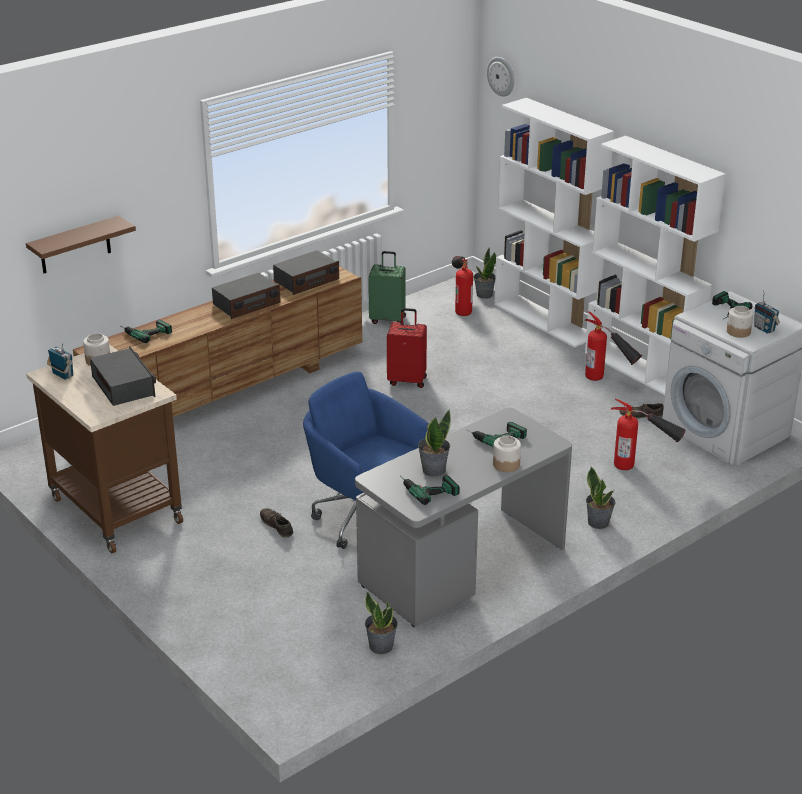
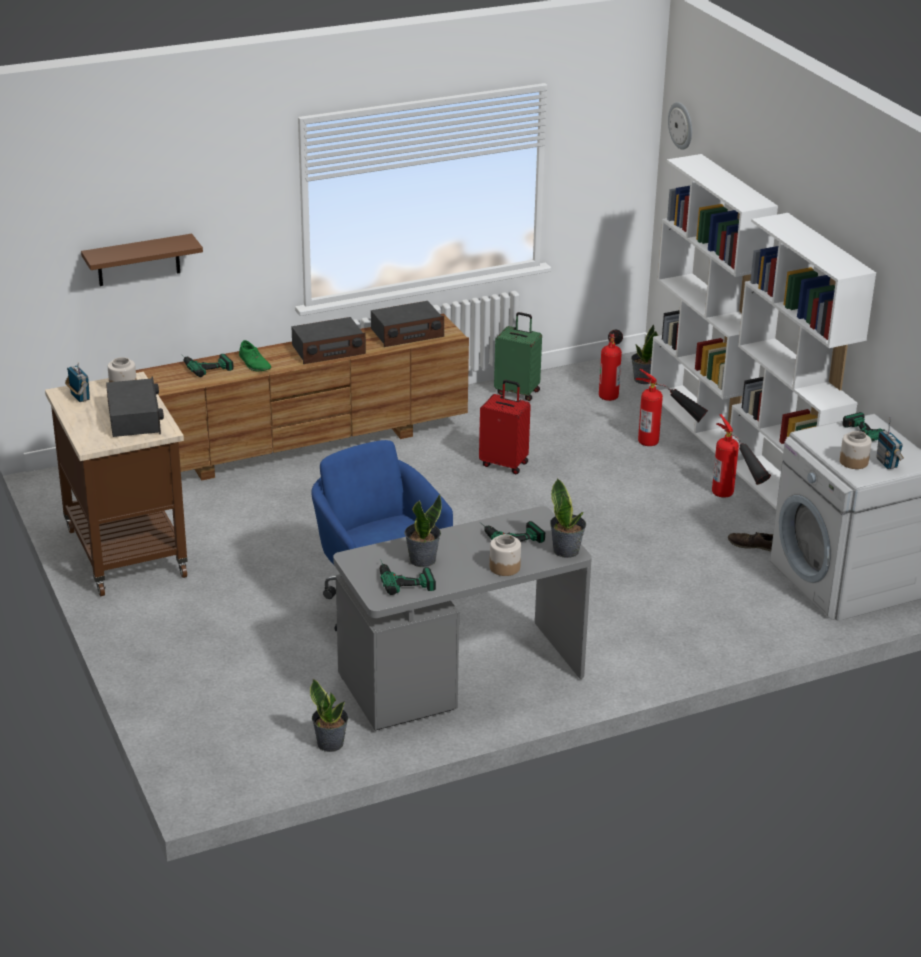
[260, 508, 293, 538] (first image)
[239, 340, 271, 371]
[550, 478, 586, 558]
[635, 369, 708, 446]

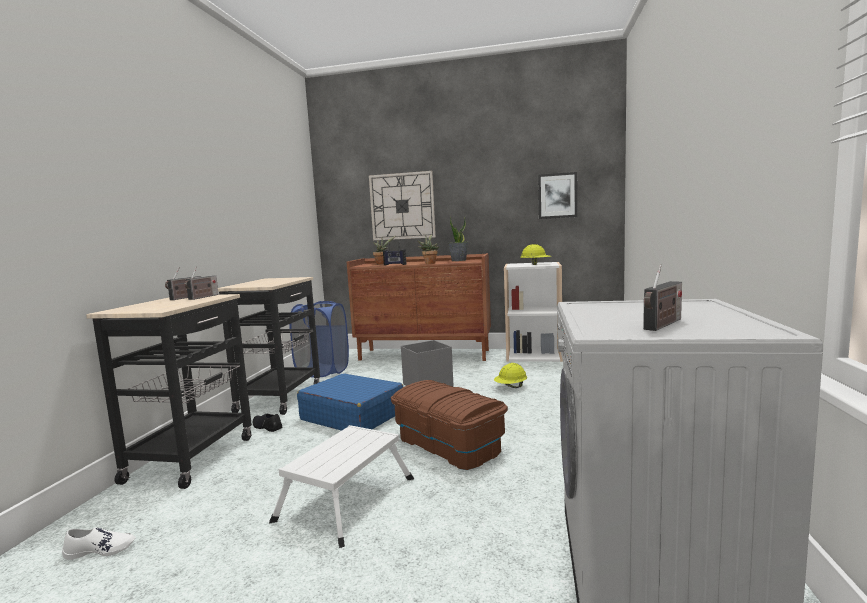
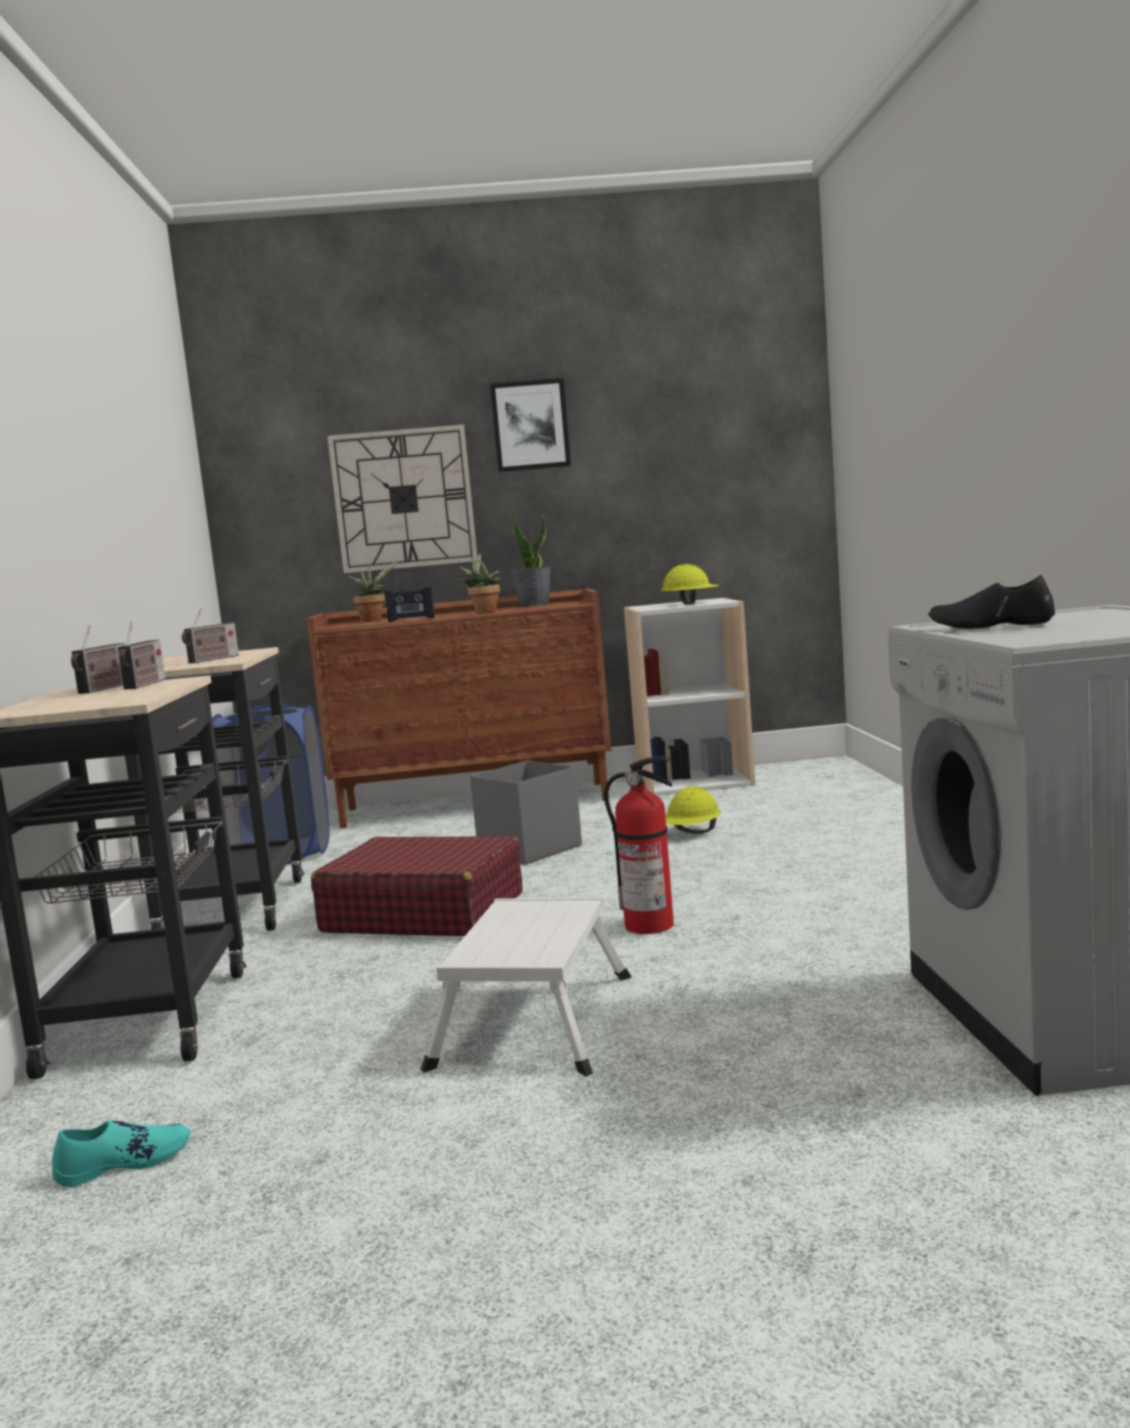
[928, 575, 1055, 629]
[490, 378, 571, 472]
[182, 608, 239, 663]
[604, 756, 674, 934]
[52, 1121, 190, 1187]
[311, 836, 522, 936]

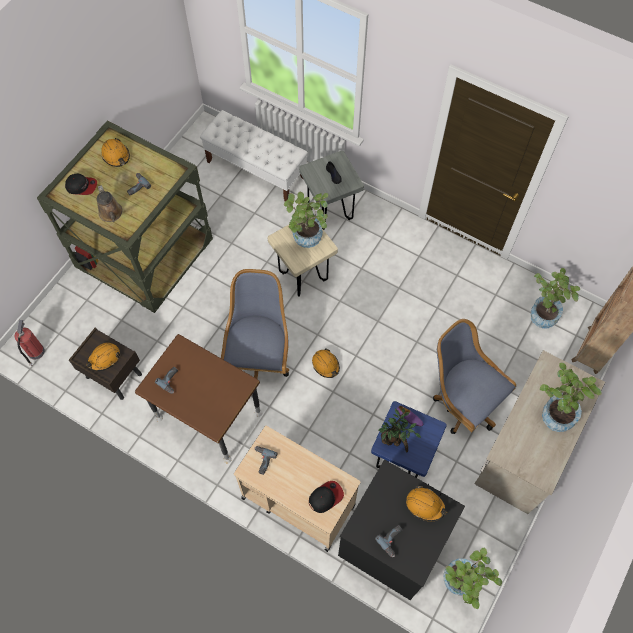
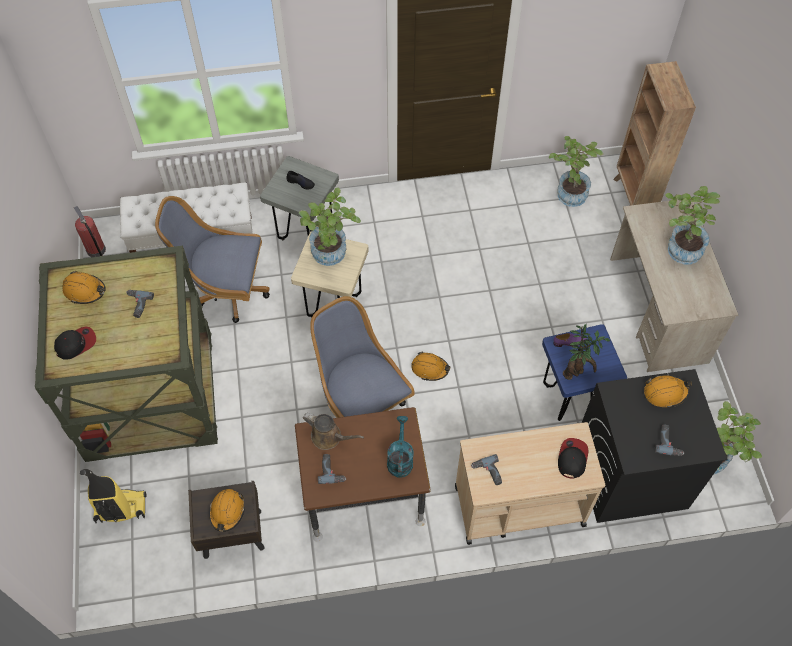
[80, 469, 146, 523]
[387, 416, 414, 478]
[74, 206, 106, 257]
[303, 413, 364, 450]
[155, 196, 270, 323]

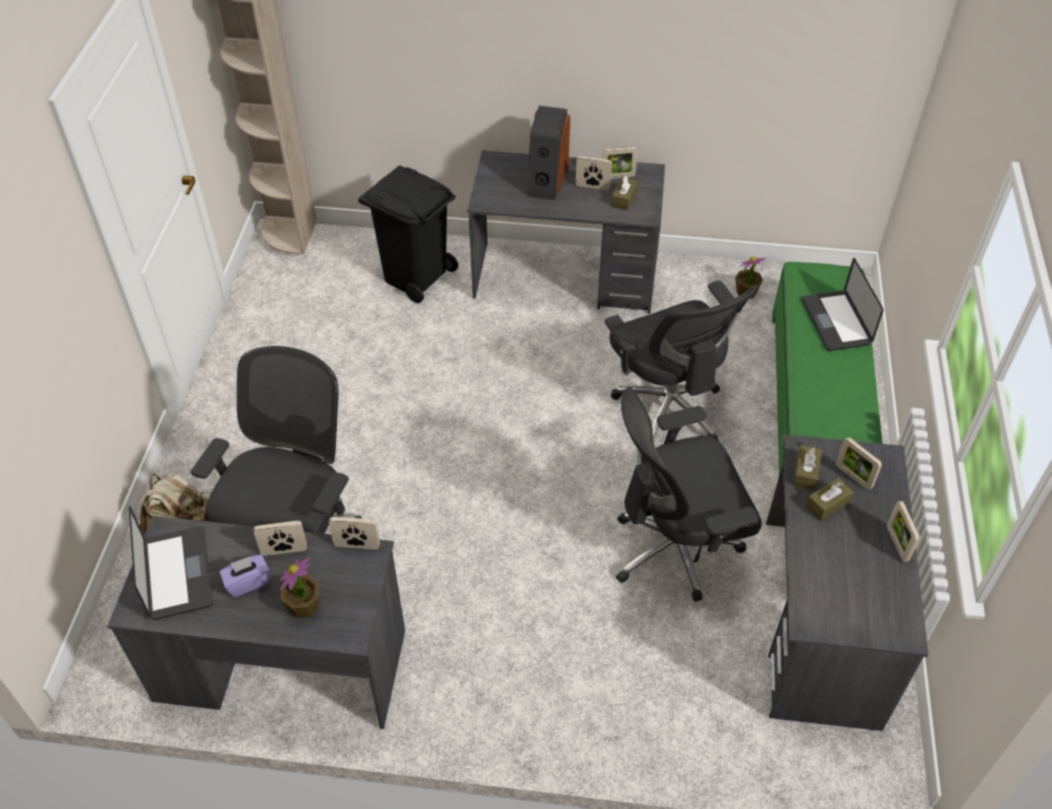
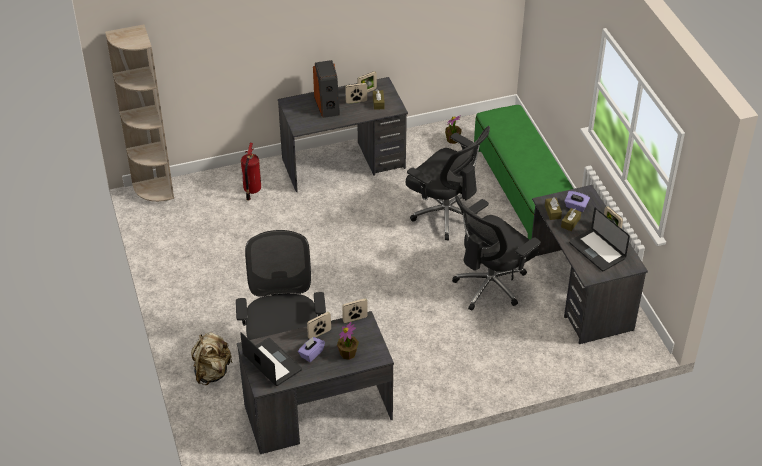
[569, 208, 630, 271]
[241, 143, 261, 201]
[565, 191, 590, 212]

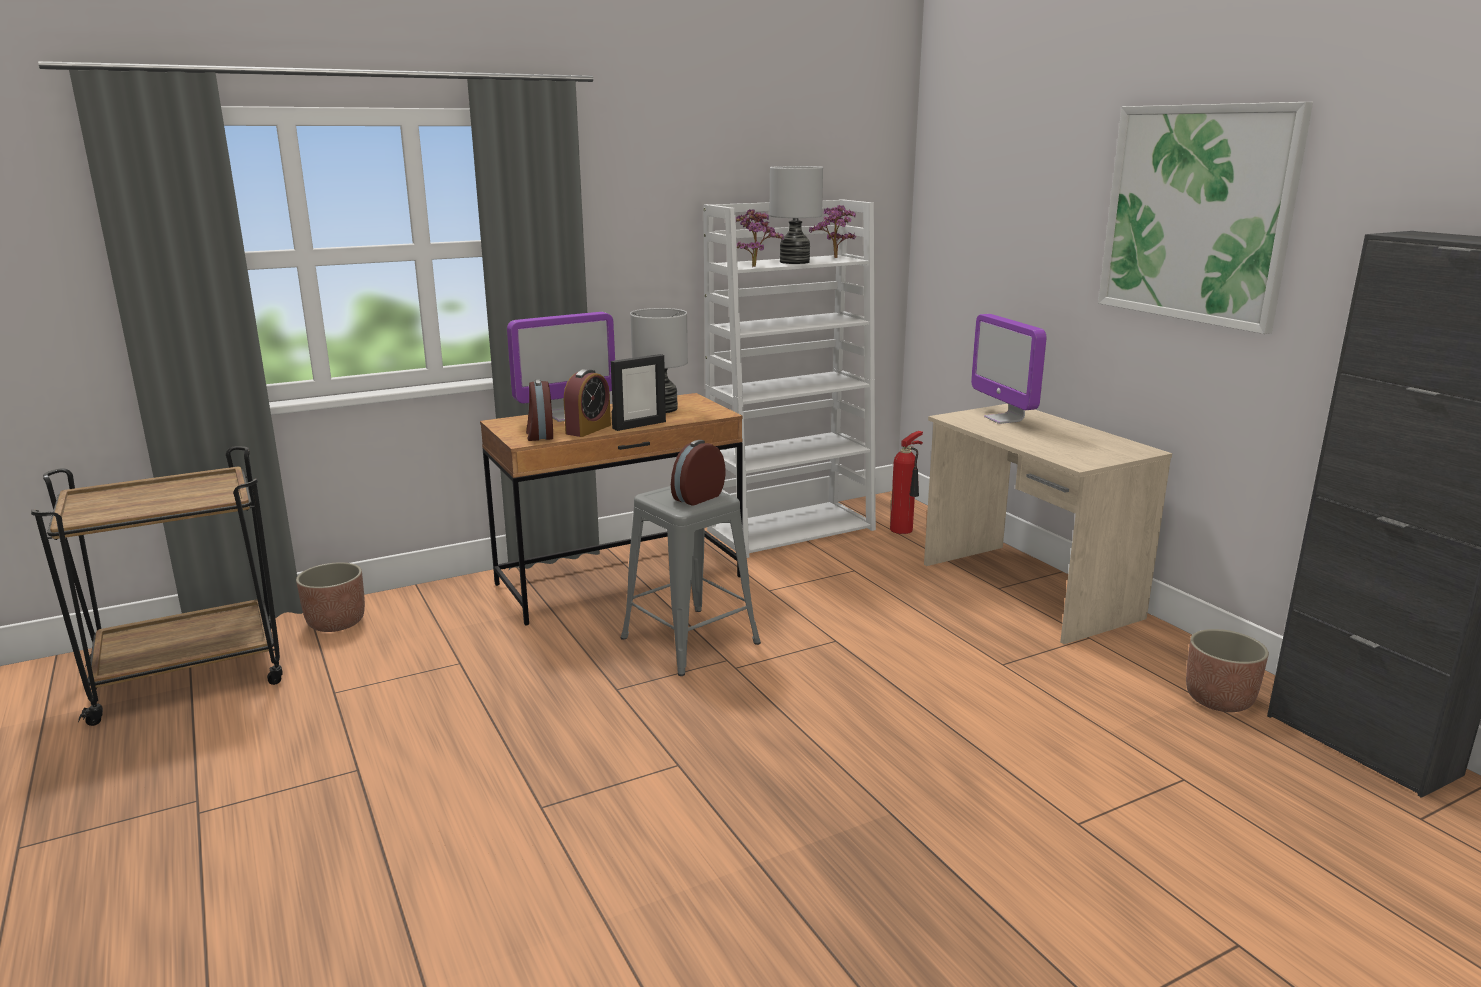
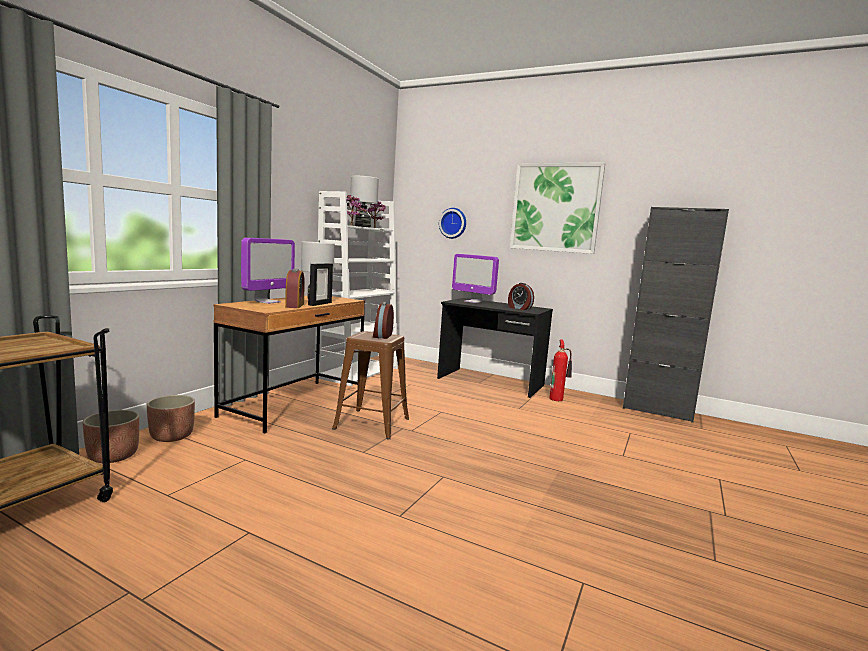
[439, 208, 466, 239]
[508, 283, 534, 310]
[549, 339, 572, 401]
[146, 395, 195, 442]
[332, 331, 409, 440]
[437, 298, 553, 398]

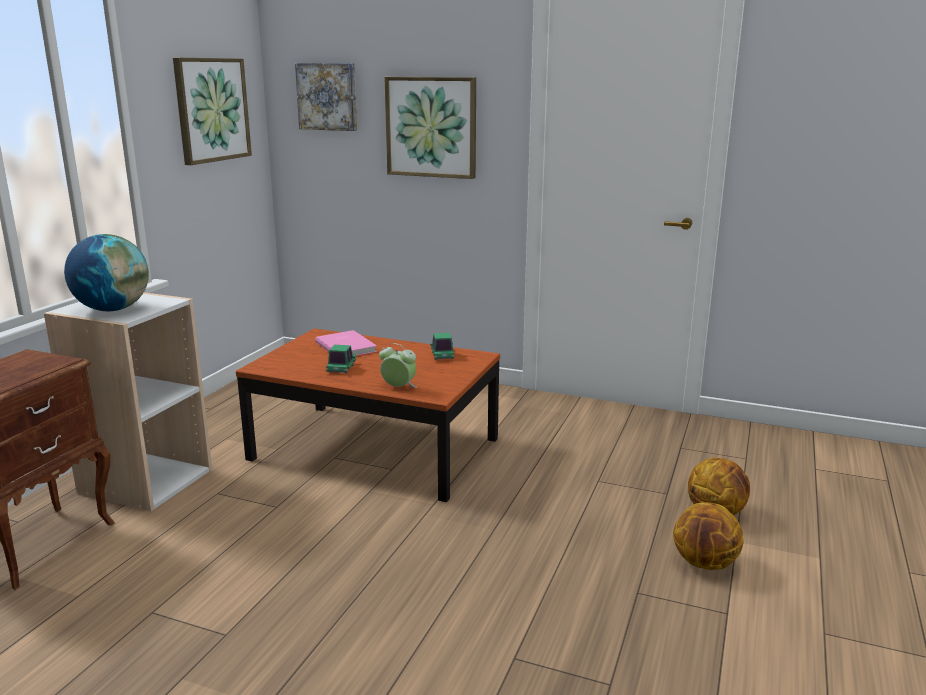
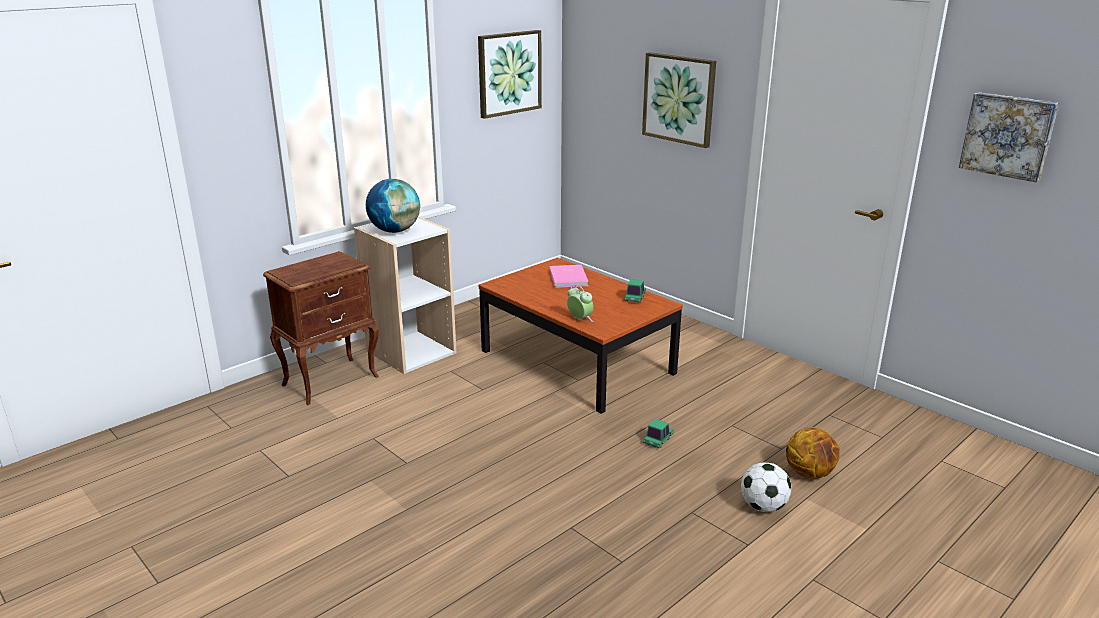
[959, 92, 1059, 182]
[643, 419, 674, 448]
[741, 462, 791, 512]

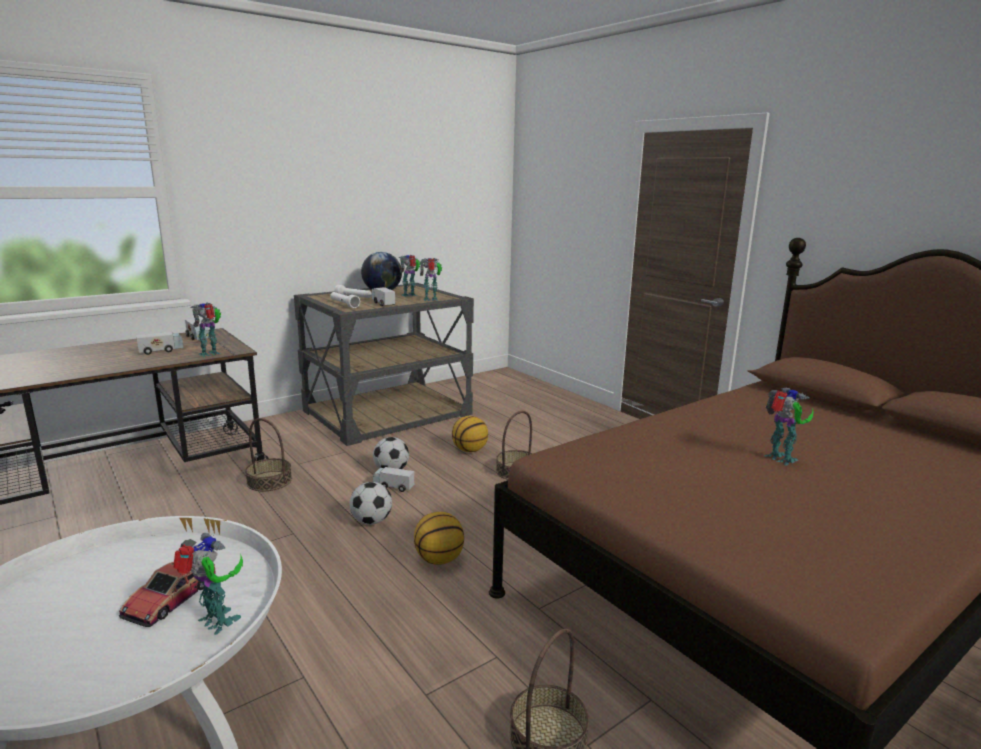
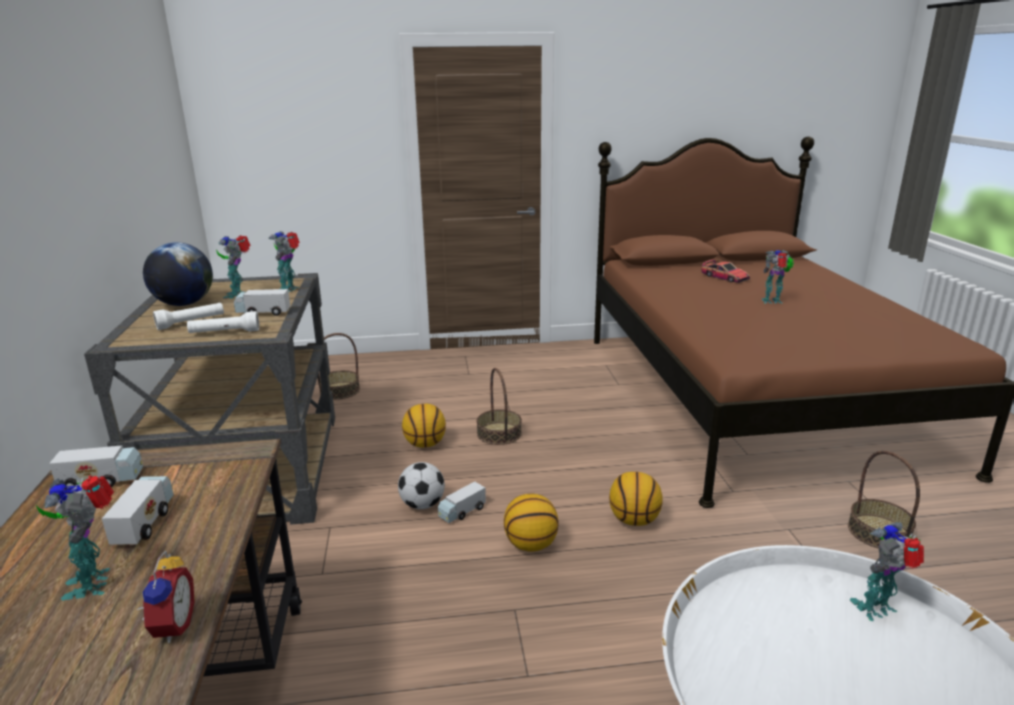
[135, 551, 194, 643]
[701, 260, 750, 283]
[36, 475, 114, 601]
[317, 333, 360, 400]
[504, 494, 559, 551]

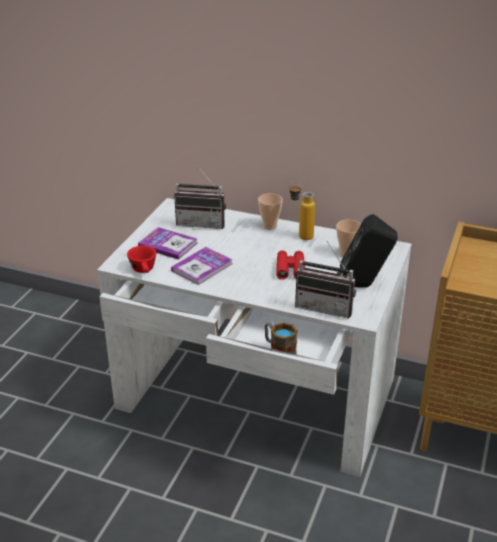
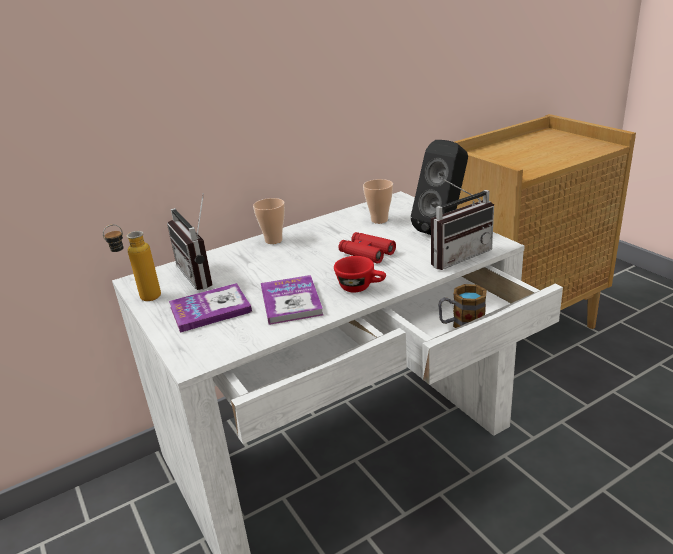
[334, 256, 386, 292]
[103, 224, 161, 301]
[167, 193, 213, 290]

